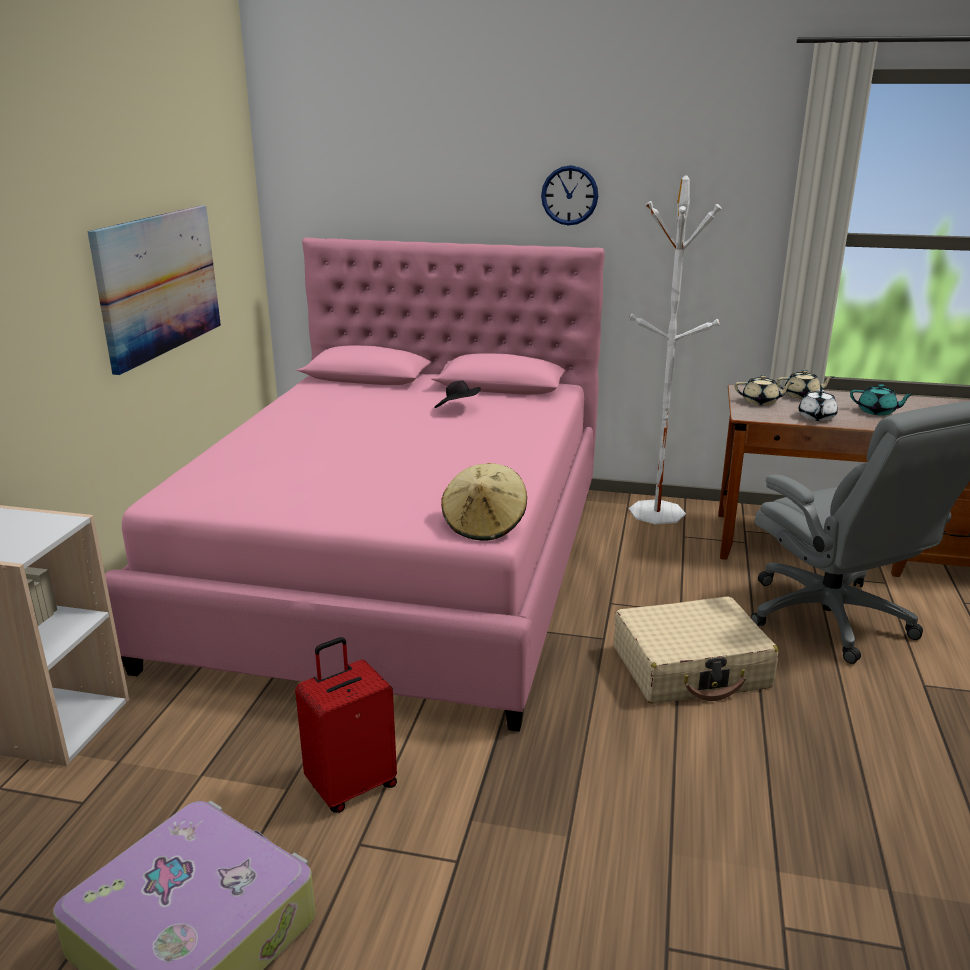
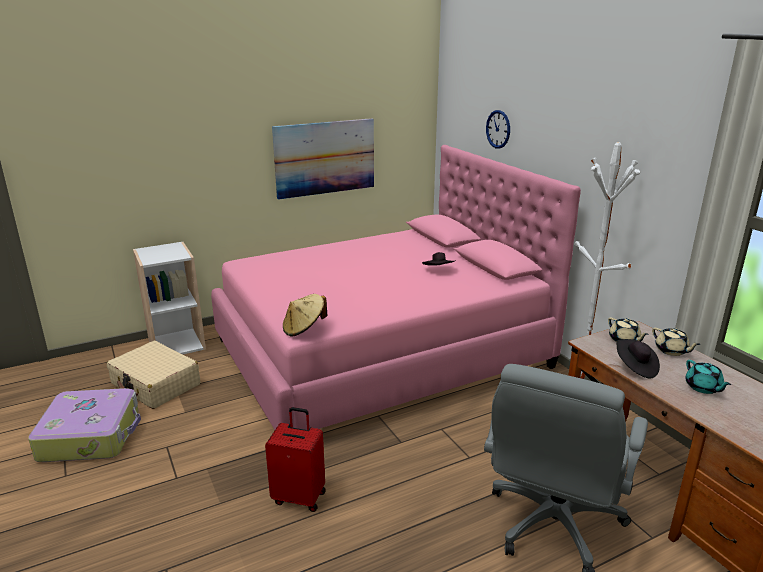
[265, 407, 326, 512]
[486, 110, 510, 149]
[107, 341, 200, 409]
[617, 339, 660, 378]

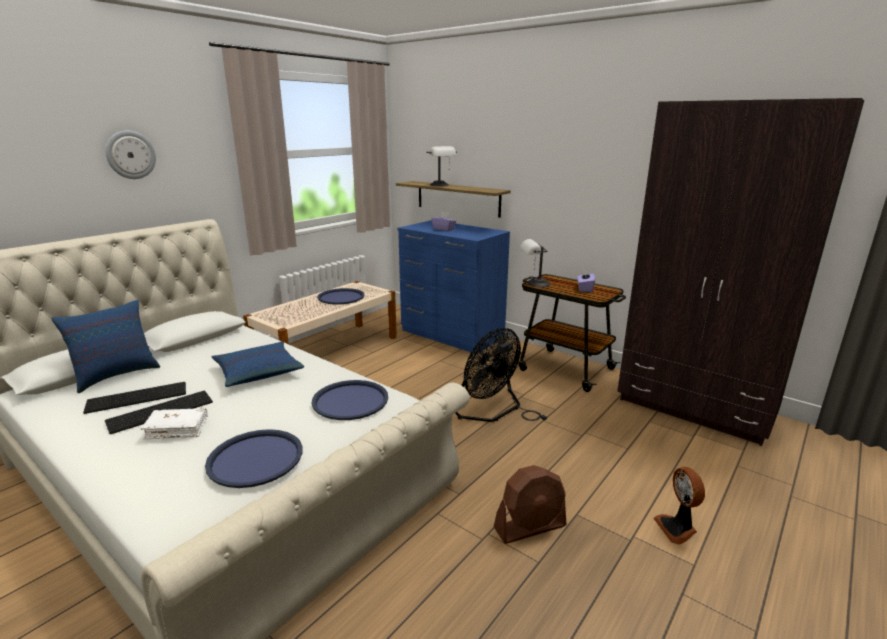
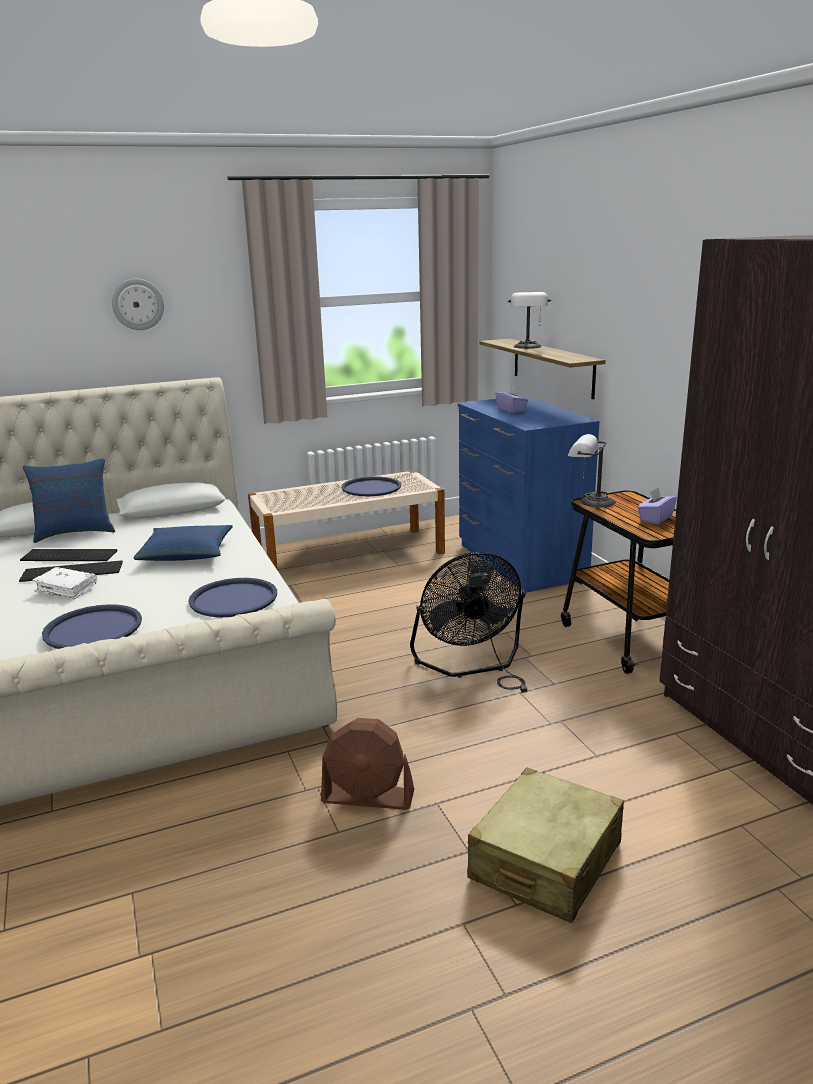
[467, 768, 624, 923]

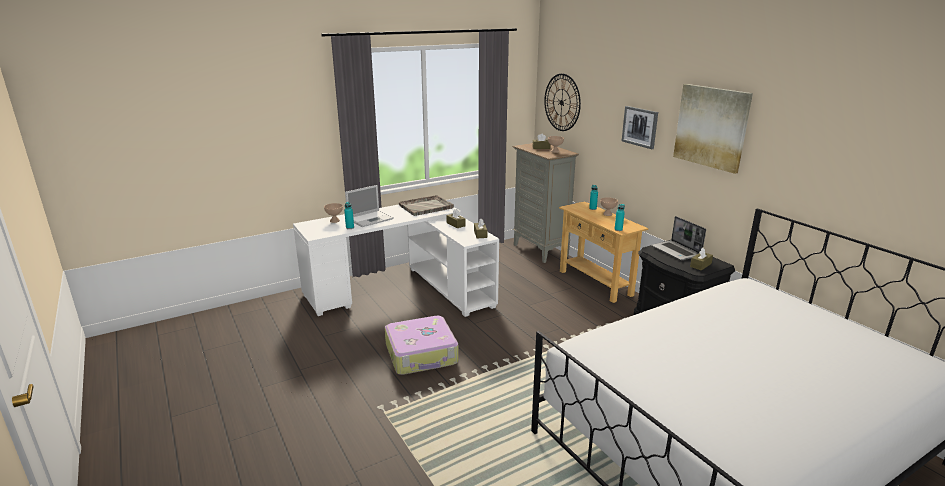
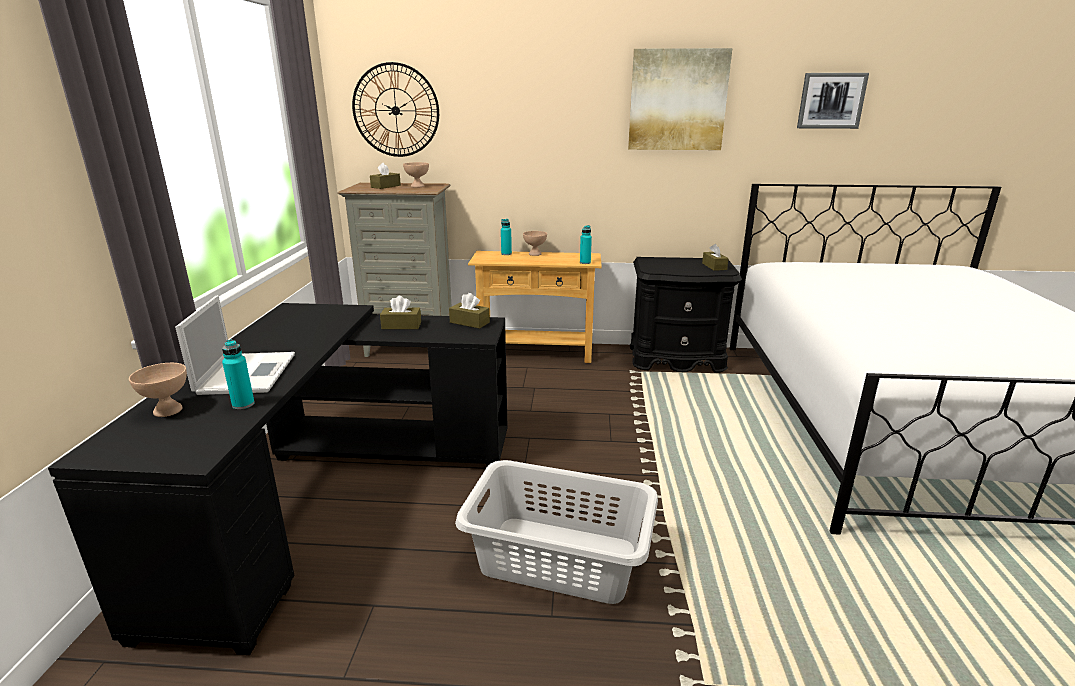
[399, 195, 454, 216] (first image)
[651, 216, 706, 260] (first image)
[797, 73, 869, 129]
[455, 460, 658, 604]
[48, 303, 508, 655]

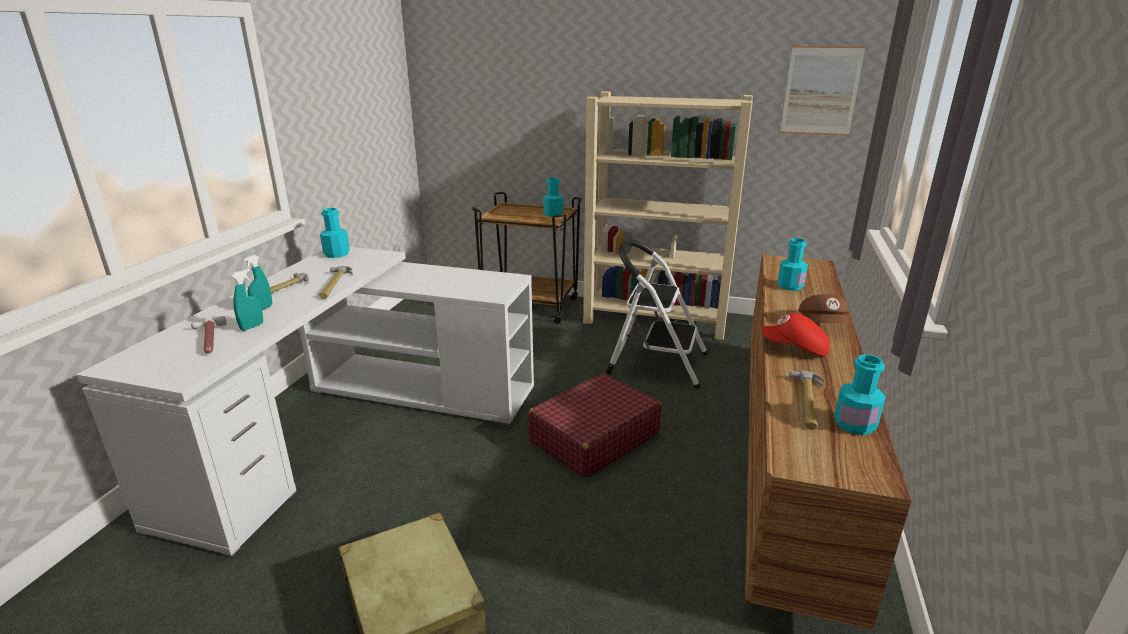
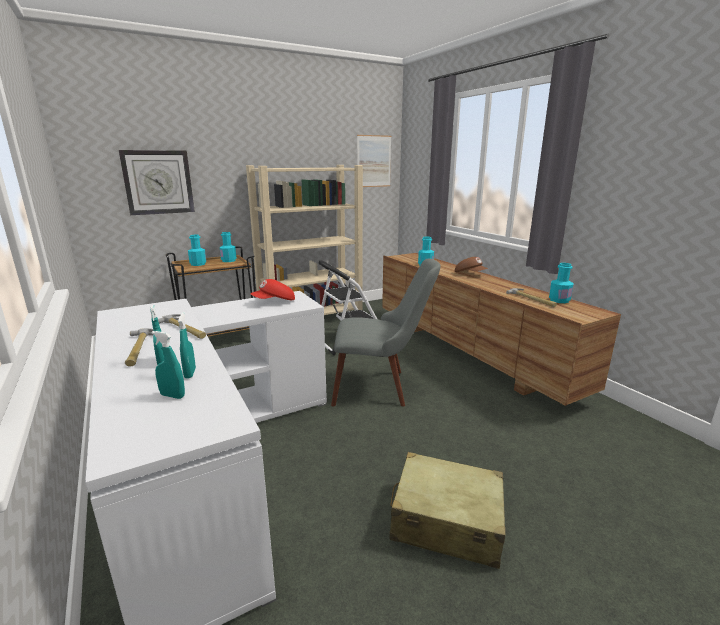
[119, 150, 195, 215]
[188, 235, 206, 266]
[250, 279, 295, 301]
[151, 331, 185, 399]
[331, 258, 441, 406]

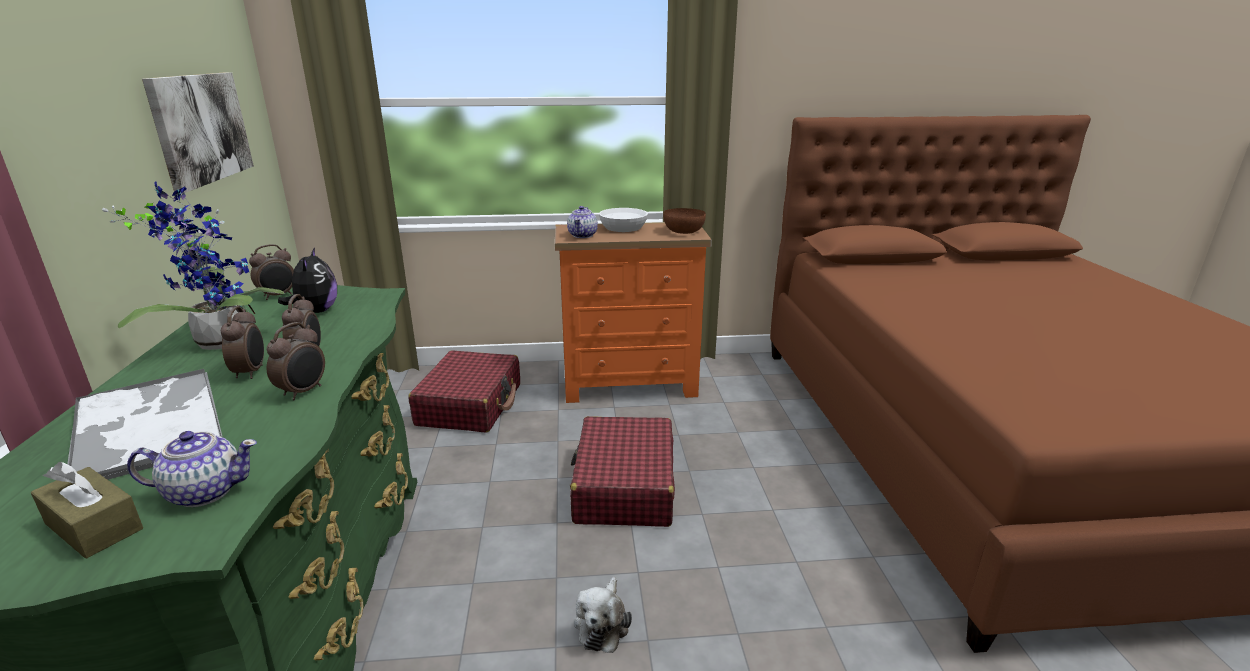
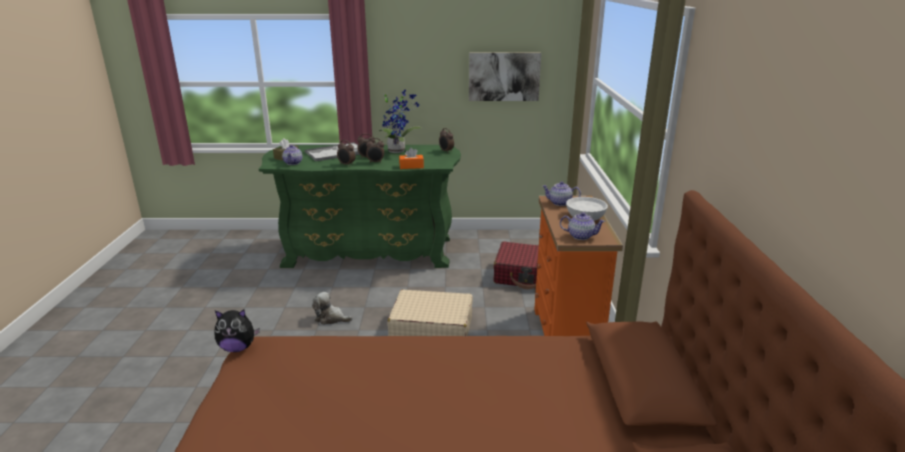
[399, 148, 424, 169]
[215, 310, 260, 352]
[560, 212, 606, 240]
[387, 290, 473, 336]

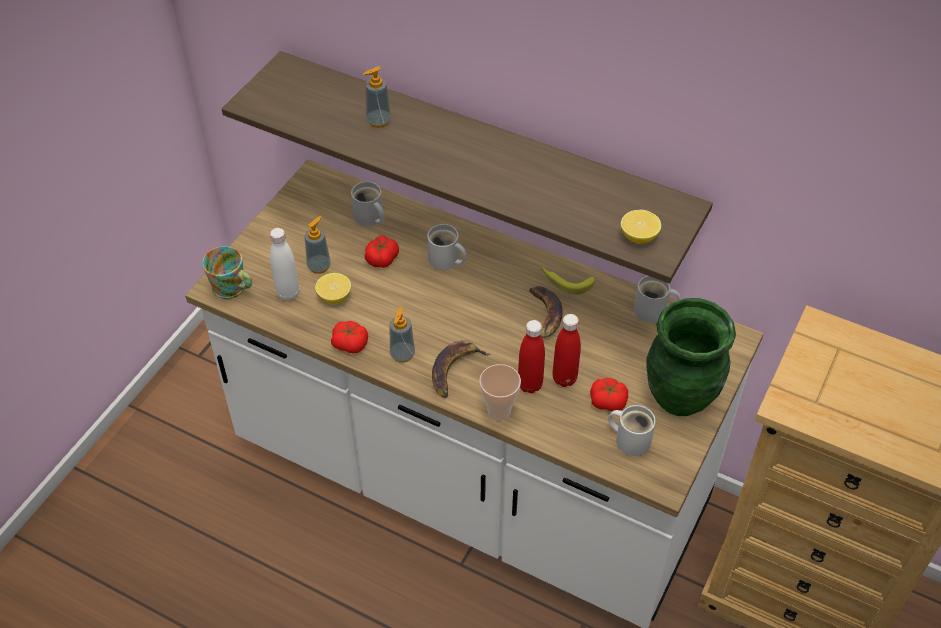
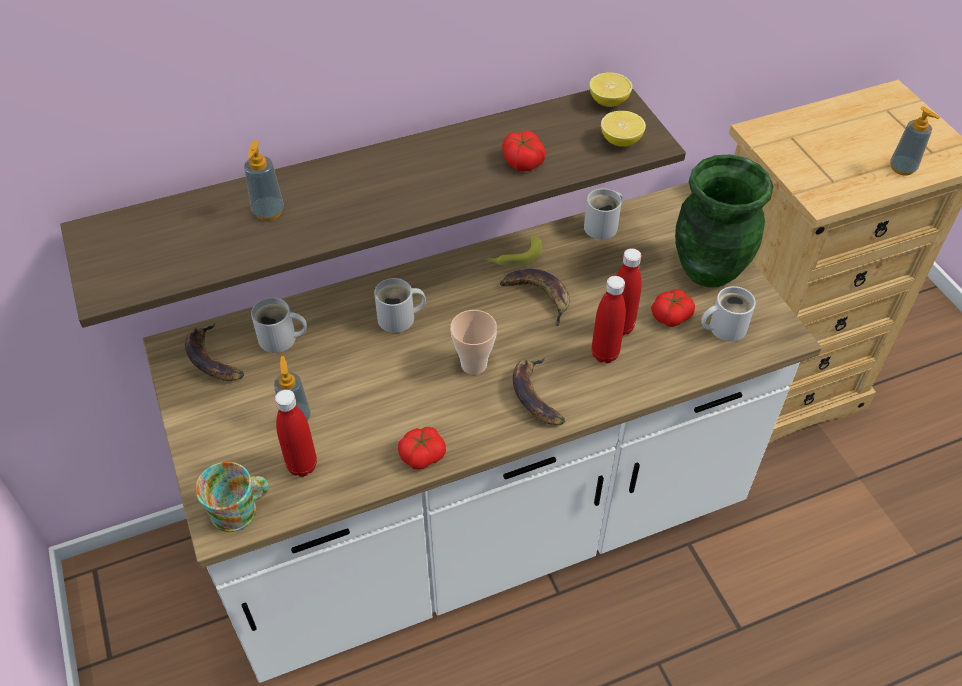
[185, 323, 244, 381]
[589, 72, 633, 107]
[502, 131, 546, 171]
[890, 106, 940, 176]
[450, 310, 497, 375]
[275, 390, 317, 477]

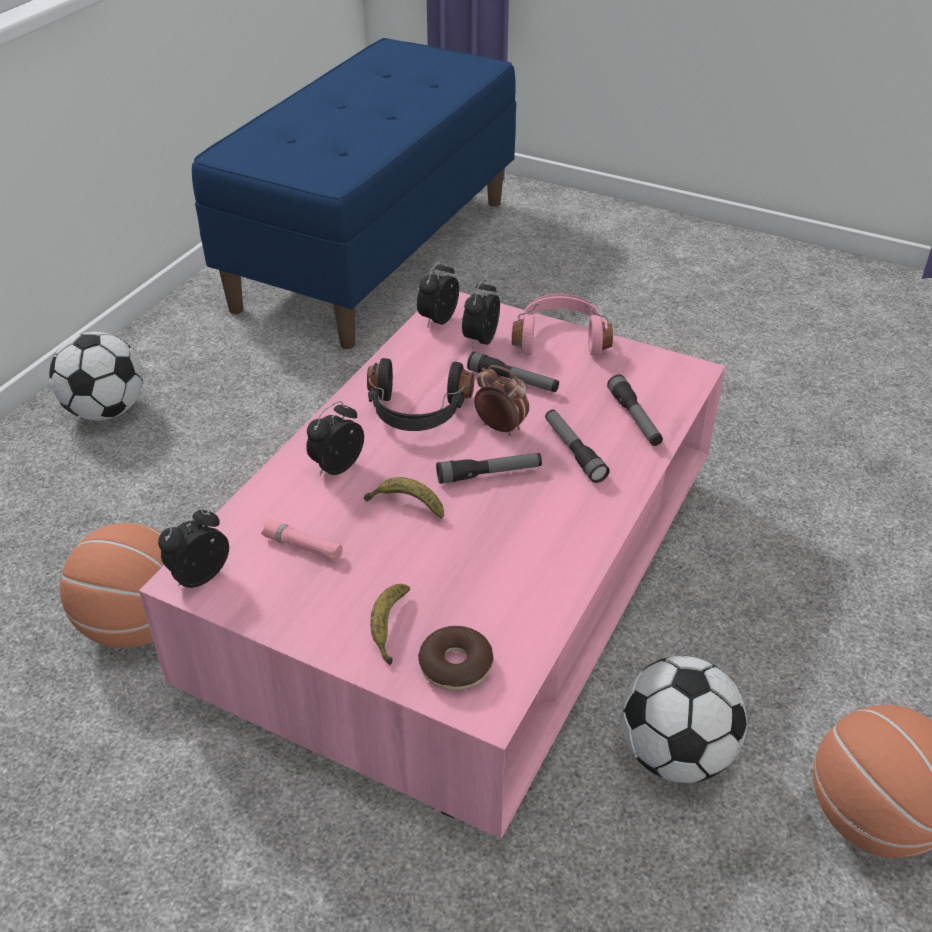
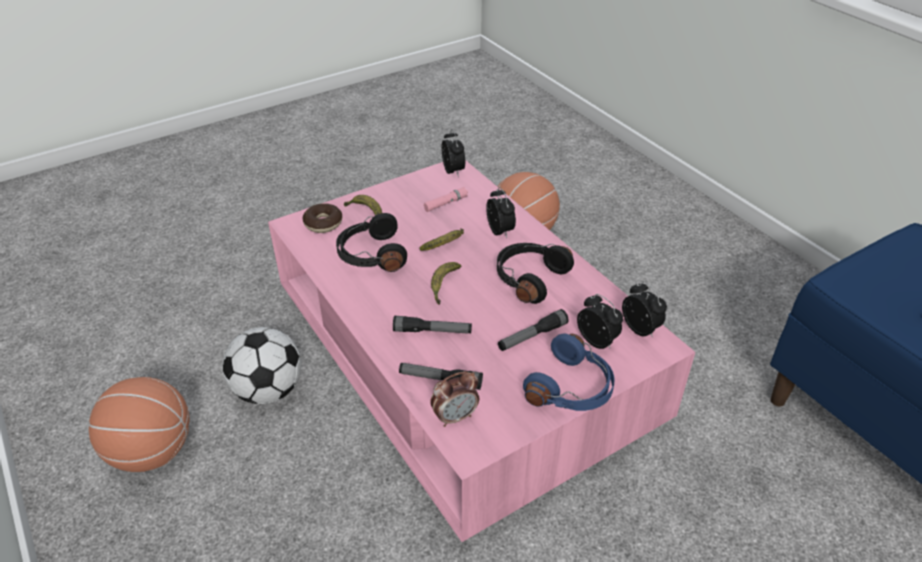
[49, 332, 143, 421] (first image)
[336, 213, 407, 272]
[430, 371, 479, 427]
[431, 262, 461, 305]
[523, 334, 615, 411]

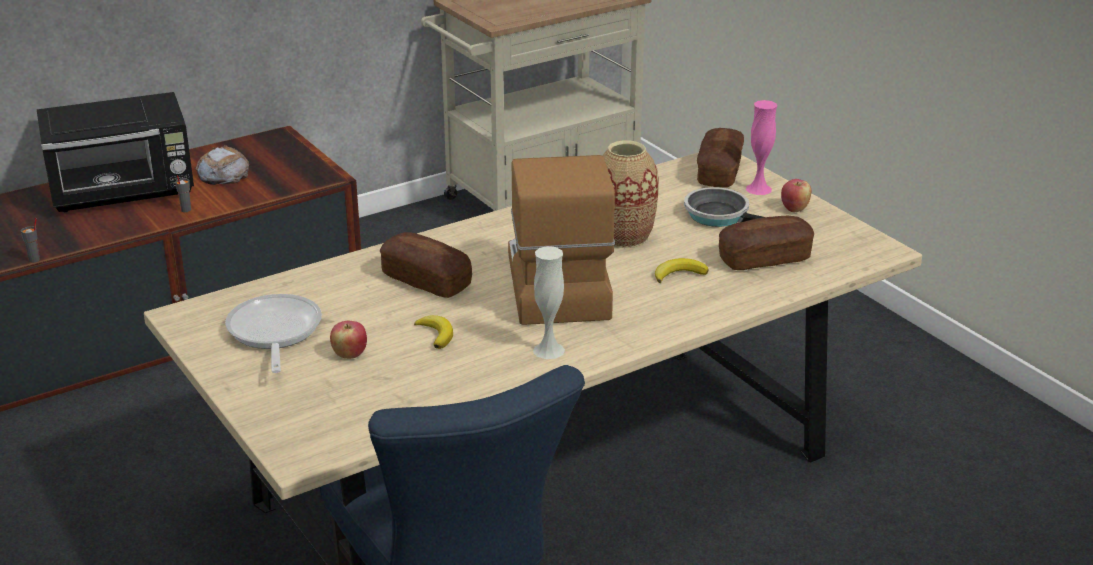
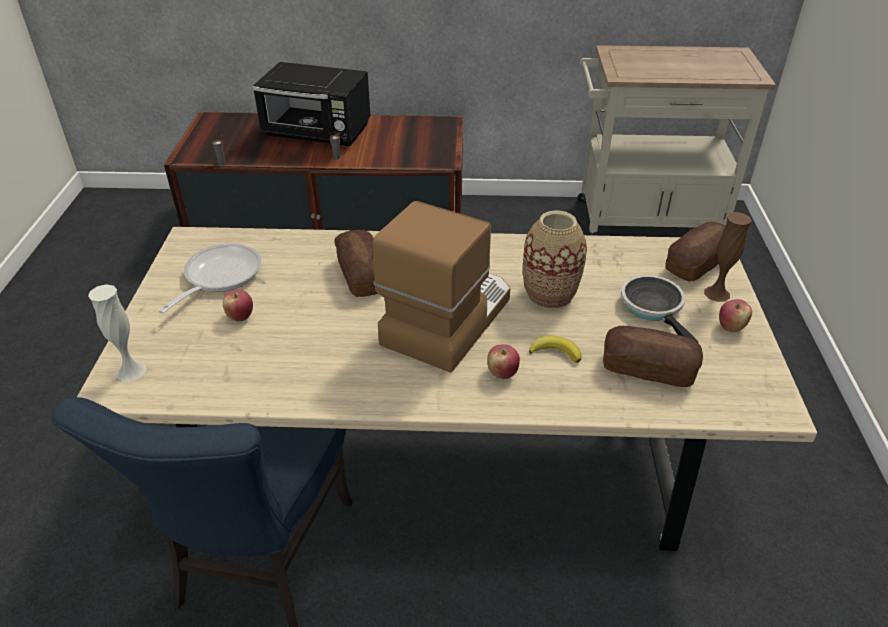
[196, 145, 249, 185] (first image)
[414, 315, 453, 349] (first image)
[487, 344, 520, 379]
[88, 284, 147, 382]
[704, 212, 752, 302]

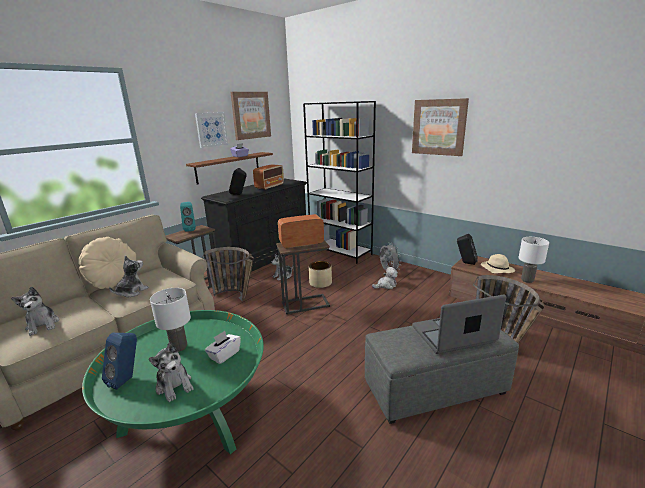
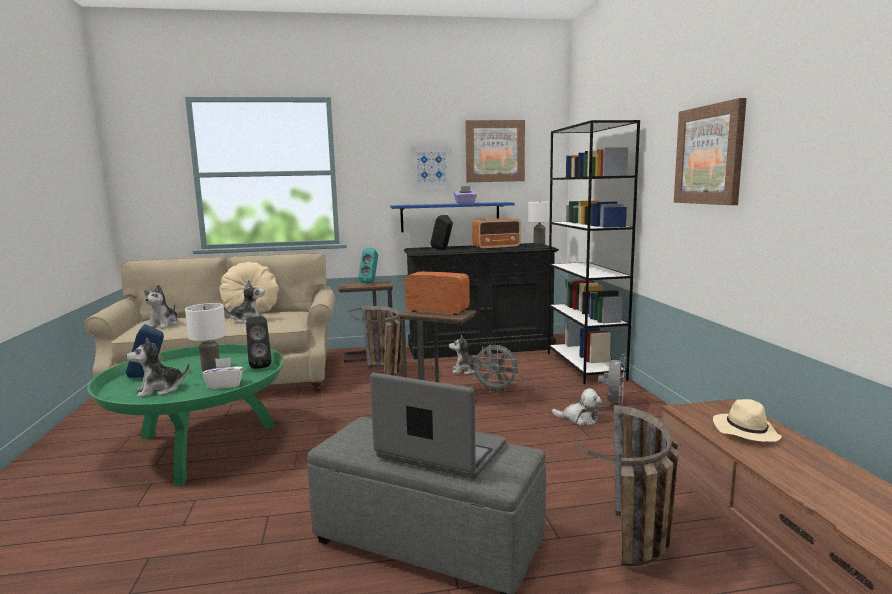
[246, 316, 271, 369]
[528, 201, 550, 245]
[470, 344, 519, 393]
[390, 202, 515, 232]
[126, 338, 190, 398]

